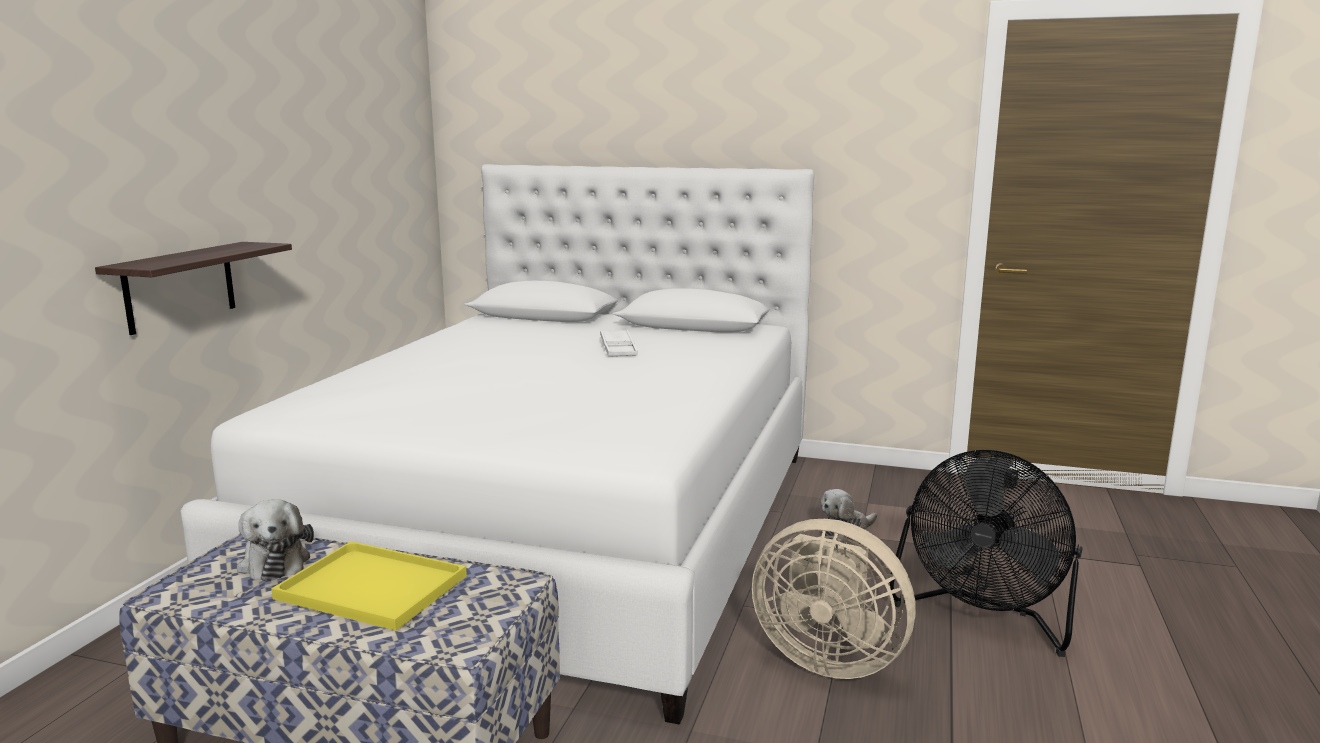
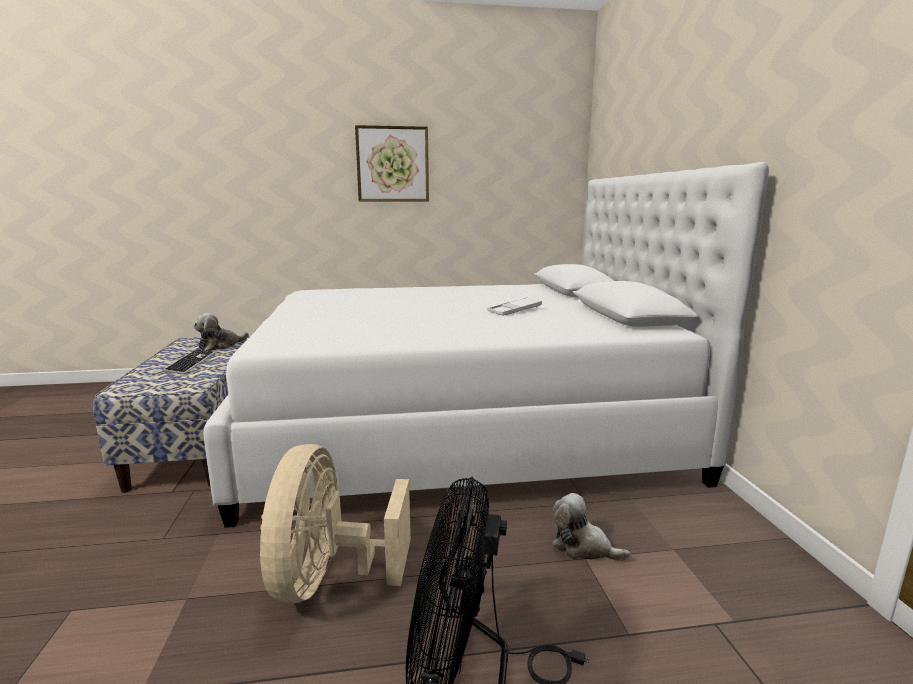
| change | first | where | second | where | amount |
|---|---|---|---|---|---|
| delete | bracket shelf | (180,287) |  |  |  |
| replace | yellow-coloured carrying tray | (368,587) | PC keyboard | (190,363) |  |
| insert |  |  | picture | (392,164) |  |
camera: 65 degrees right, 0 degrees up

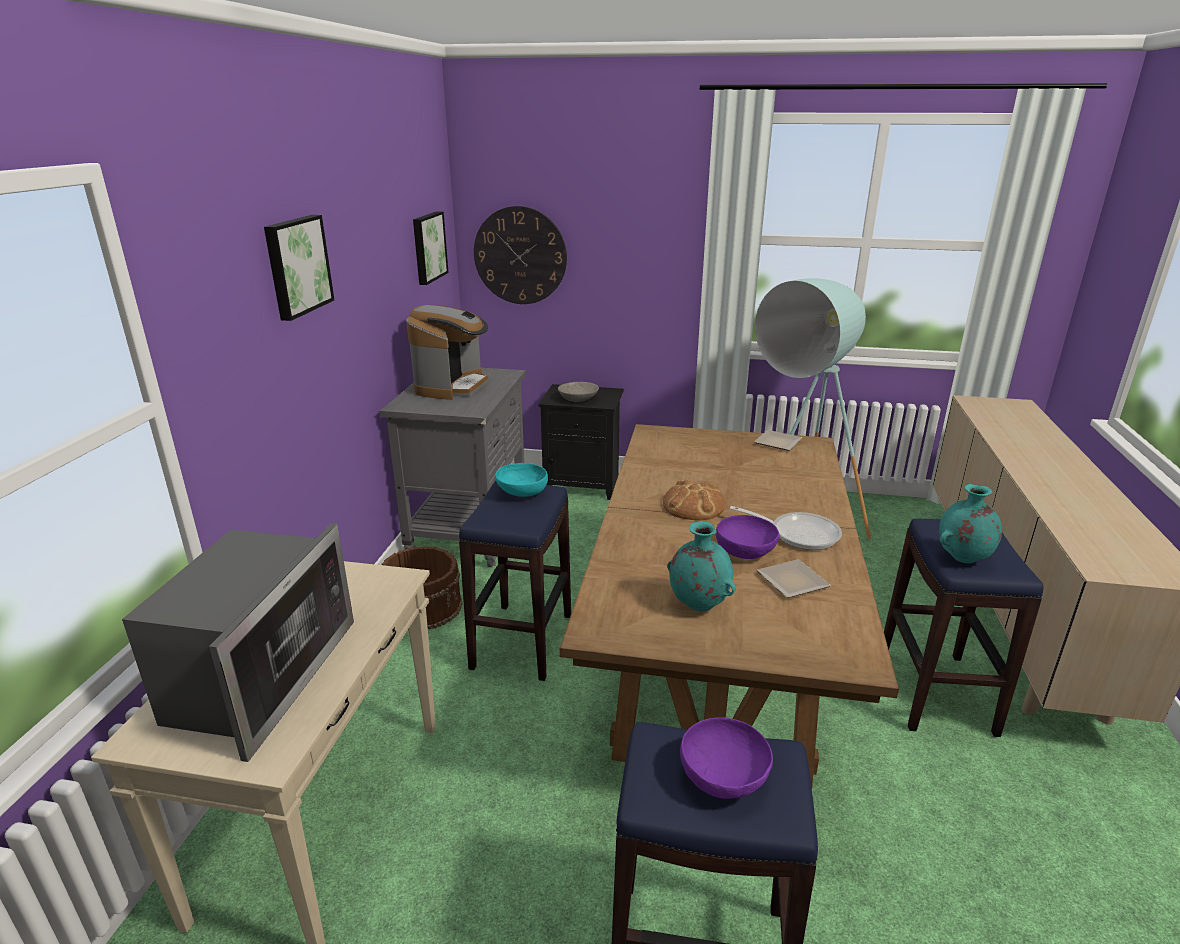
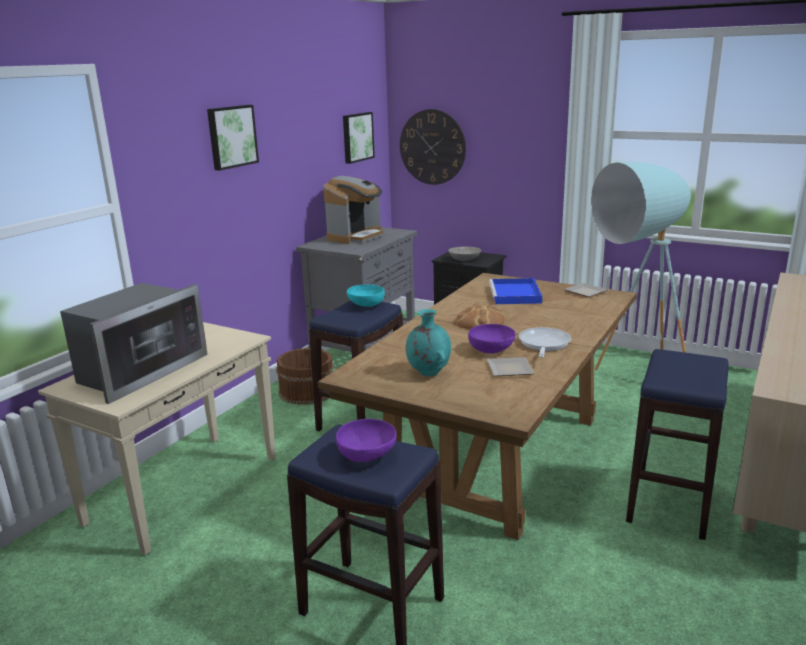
| change | first | where | second | where | amount |
|---|---|---|---|---|---|
| delete | turquoise decorative vase | (962,559) |  |  |  |
| rotate | frying pan | (798,534) |  | (543,345) | 120 degrees counterclockwise |
| insert |  |  | bluish carrying tray | (515,295) |  |
camera: 20 degrees right, 5 degrees down

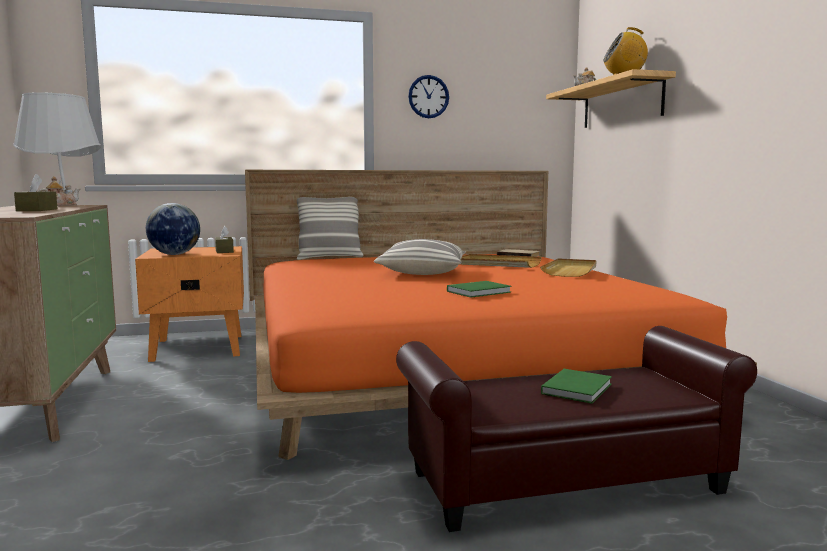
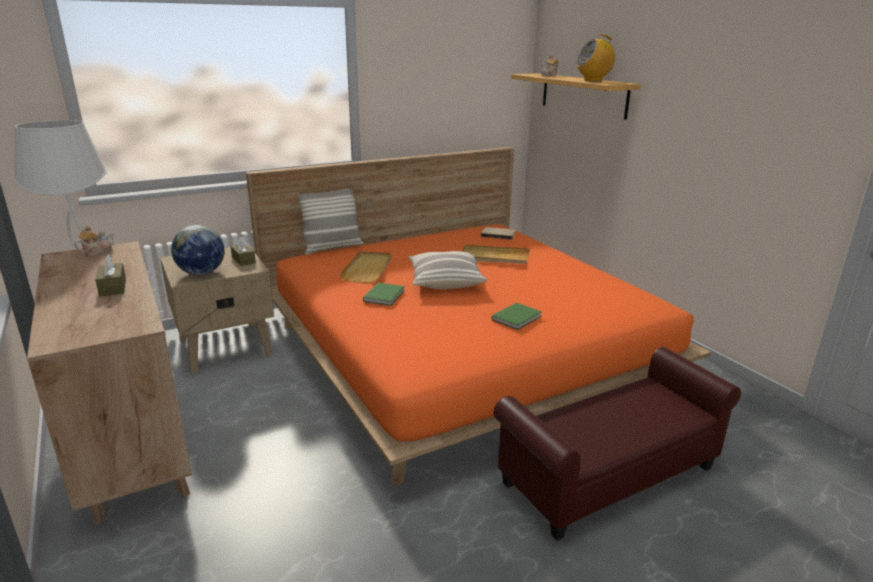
| change | first | where | second | where | amount |
|---|---|---|---|---|---|
| delete | hanging clock | (428,96) |  |  |  |
| recolor | orange night table | (199,347) | beige-coloured night table | (226,347) |  |
| move | beige-coloured carrying tray | (571,270) |  | (368,269) |  |
| move | green book | (578,388) |  | (385,295) |  |
camera: 15 degrees left, 15 degrees up

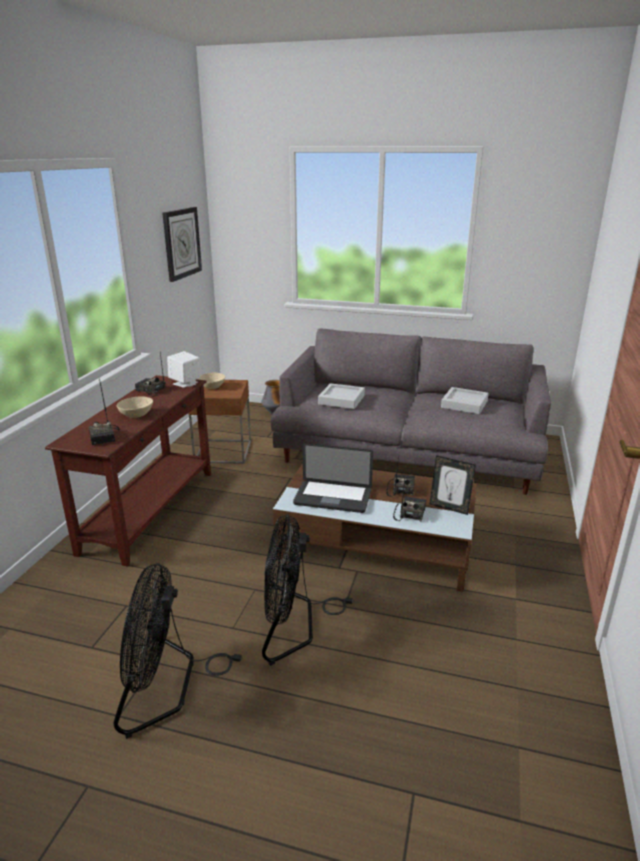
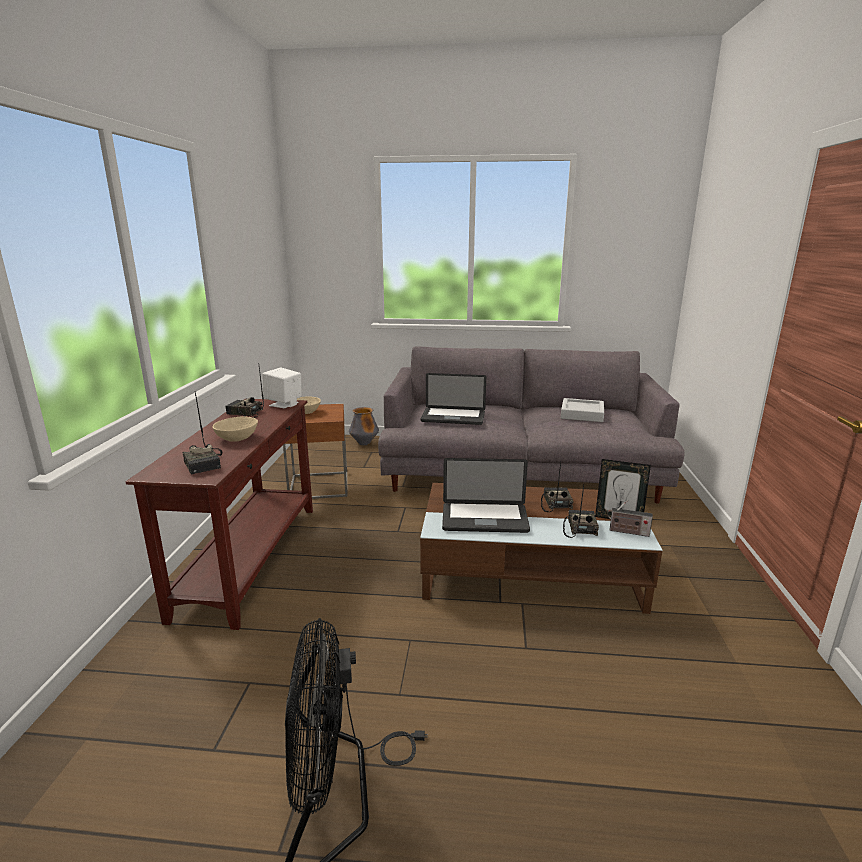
| change | first | where | second | where | amount |
|---|---|---|---|---|---|
| delete | hanging clock | (181,243) |  |  |  |
| replace | grey carrying tray | (341,400) | laptop | (453,417) |  |
| delete | black fan | (294,619) |  |  |  |
| insert |  |  | radio set | (627,532) |  |
camera: 10 degrees left, 5 degrees down

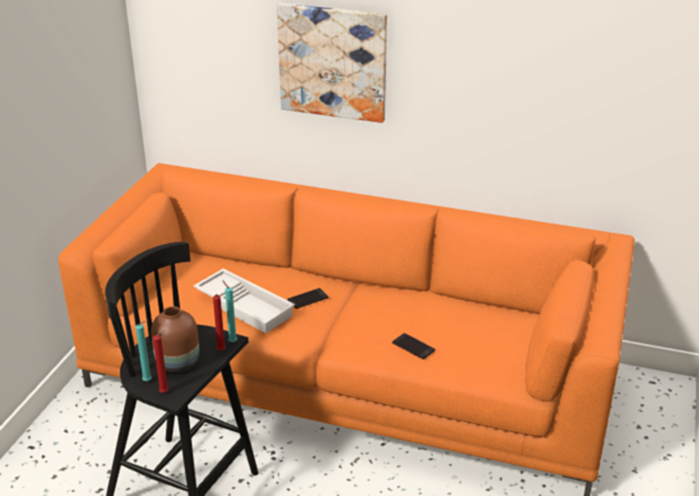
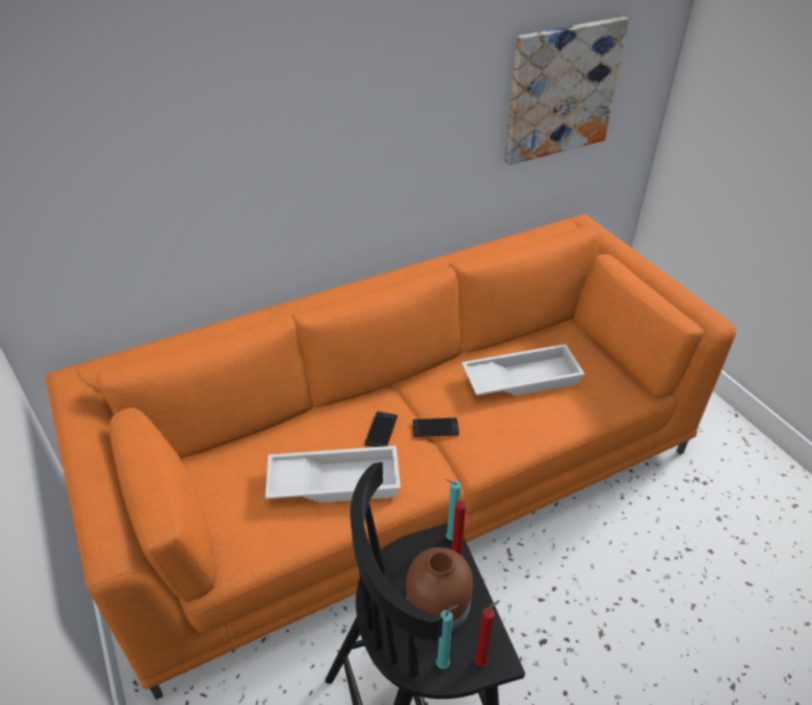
| change | first | where | second | where | amount |
|---|---|---|---|---|---|
| move | picture | (333,62) |  | (561,90) |  |
| move | phone | (413,346) |  | (435,428) |  |
| insert |  |  | whitish carrying tray | (521,377) |  |
camera: 45 degrees left, 10 degrees up

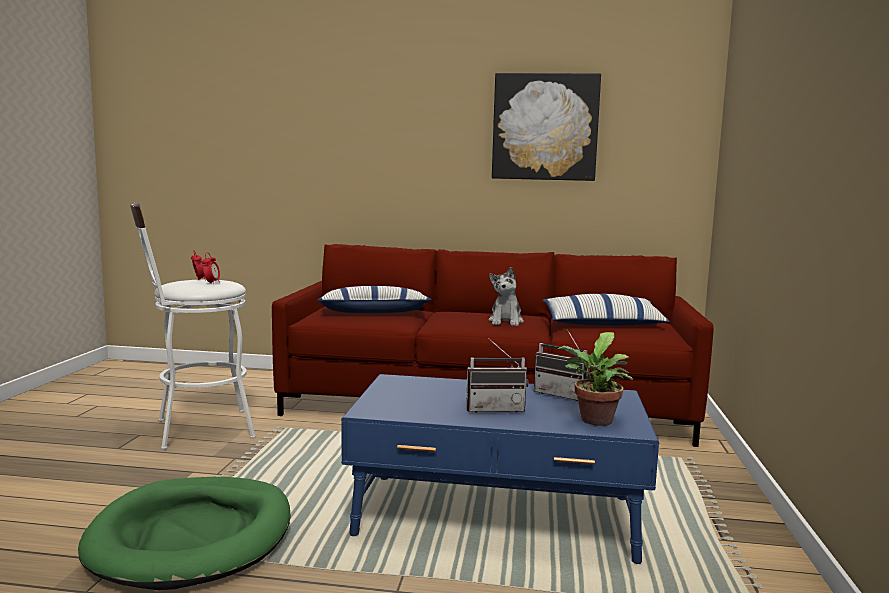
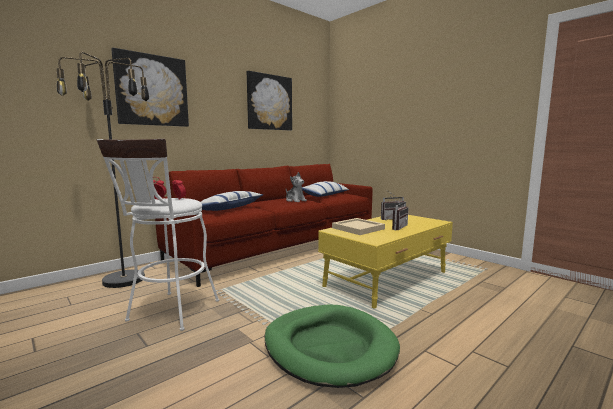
| change | first | where | second | where | amount |
|---|---|---|---|---|---|
| delete | houseplant | (594,421) |  |  |  |
| recolor | bluish lounge table | (497,516) | yellow-coloured lounge table | (387,279) |  |
| insert |  |  | picture | (152,90) |  |
| insert |  |  | standing lamp | (123,280) |  |
| insert |  |  | beige-coloured carrying tray | (358,228) |  |
camera: 50 degrees left, 0 degrees up

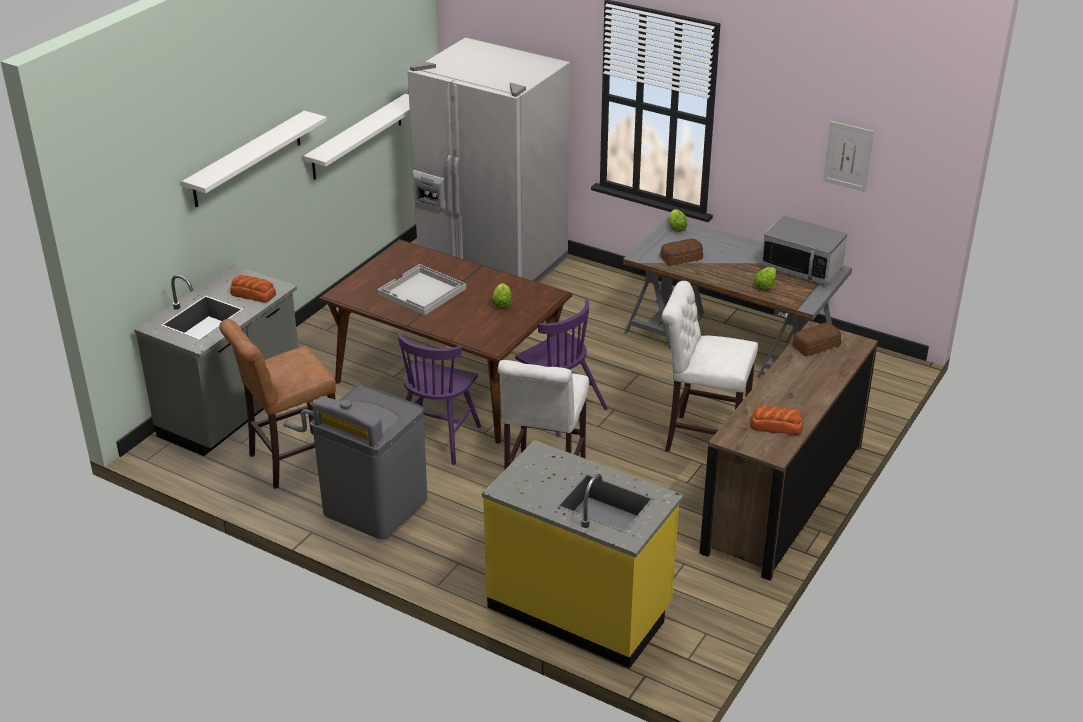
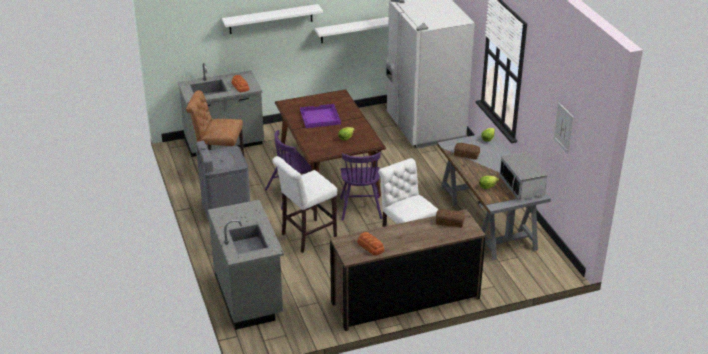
| change | first | where | second | where | amount |
|---|---|---|---|---|---|
| recolor | whitish carrying tray | (422,292) | purple-coloured carrying tray | (319,117) |  |
| recolor | yellow-coloured kitchen counter | (580,608) | grey kitchen counter | (249,295) |  |
camera: 40 degrees right, 0 degrees up

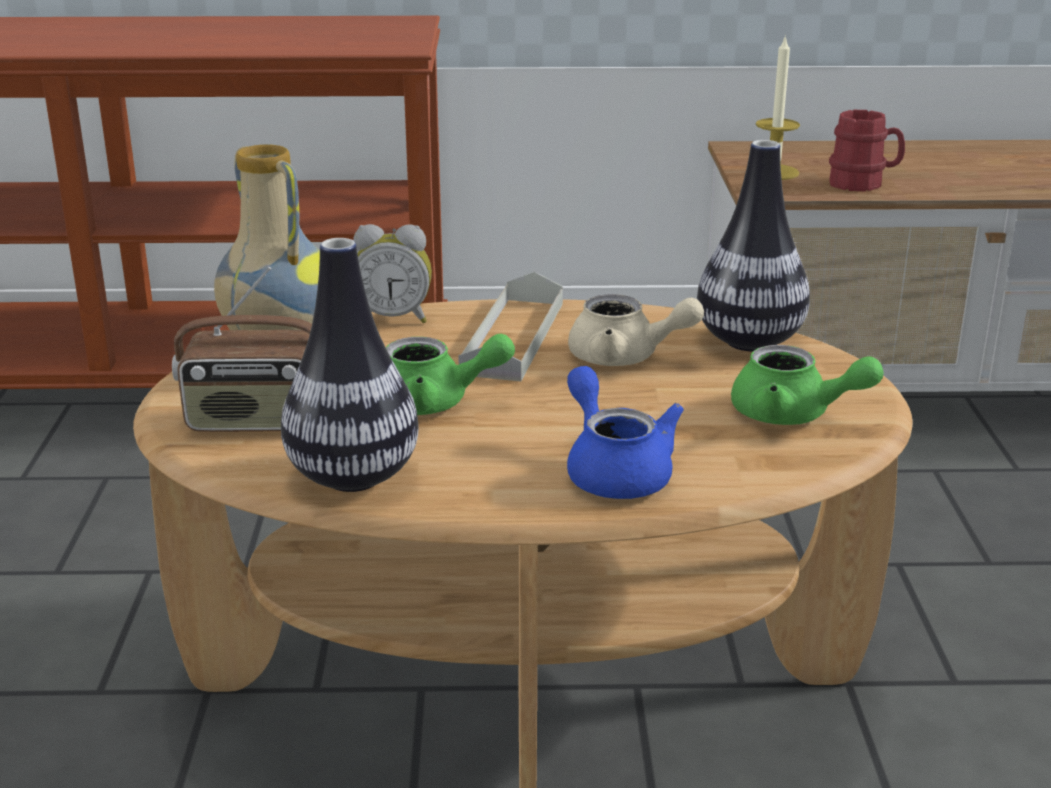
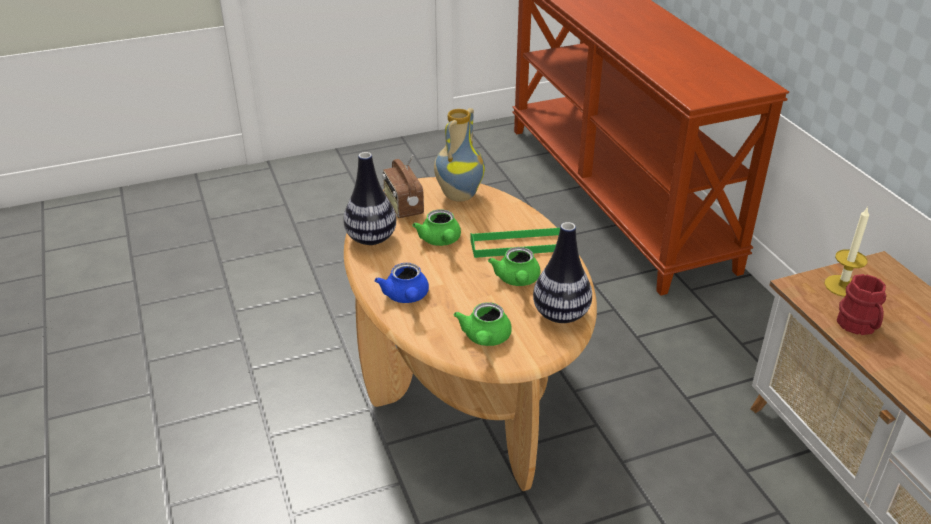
| change | first | where | second | where | amount |
|---|---|---|---|---|---|
| delete | table clock | (394,318) |  |  |  |
| recolor | grey carrying tray | (513,337) | green carrying tray | (518,245) |  |
| recolor | beige-coloured teapot | (625,357) | green teapot | (517,280) |  |
| rotate | bluish teapot | (614,470) |  | (406,297) | 120 degrees clockwise |
camera: 70 degrees right, 10 degrees up

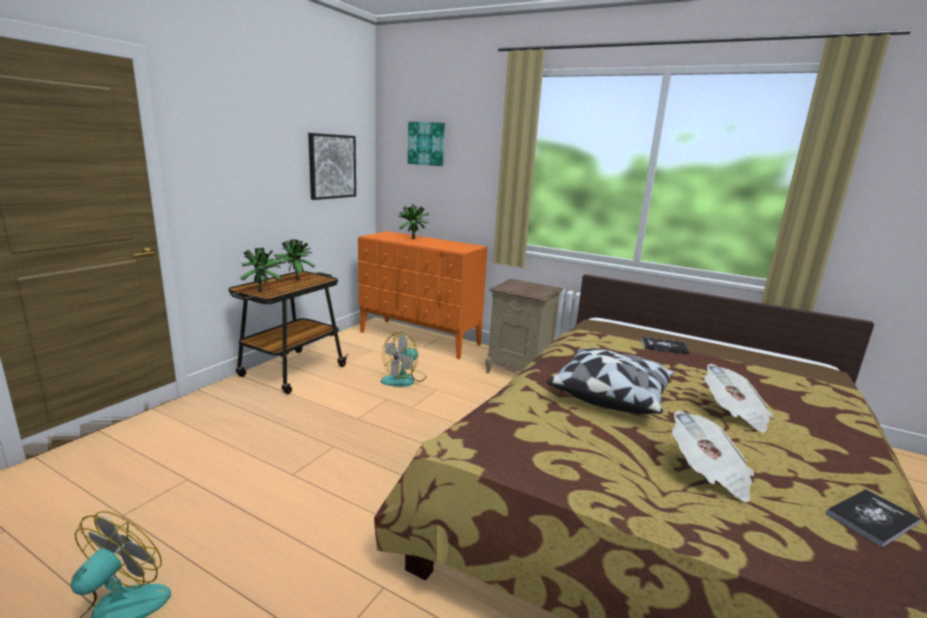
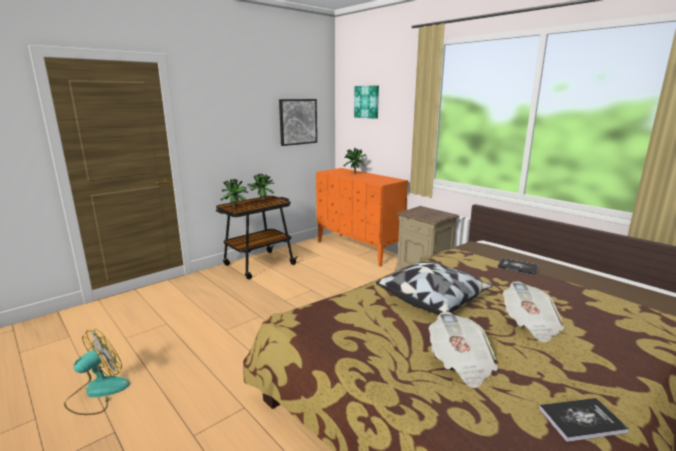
| change | first | where | second | where | amount |
|---|---|---|---|---|---|
| delete | fan | (404,379) |  |  |  |
camera: 20 degrees right, 0 degrees up

